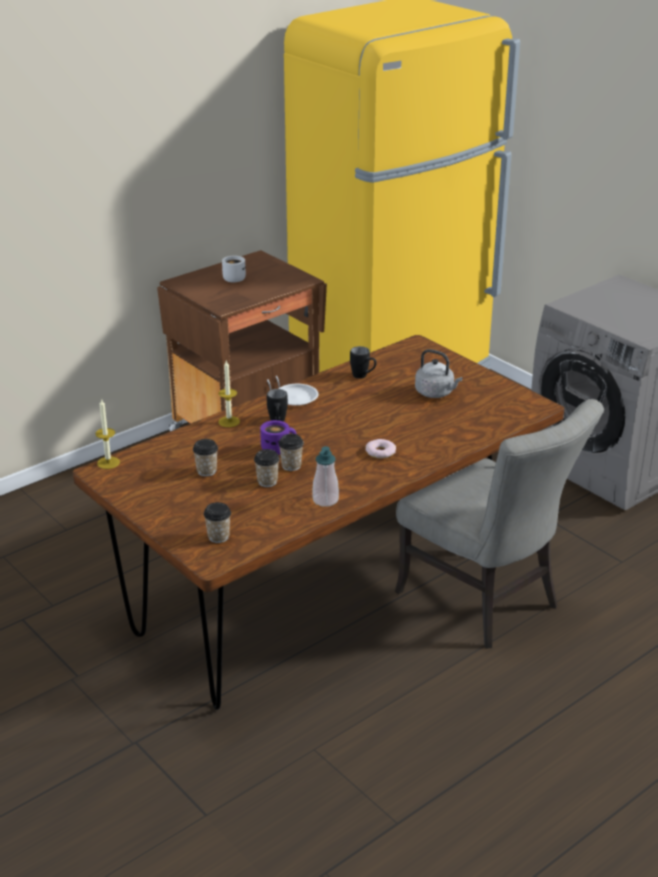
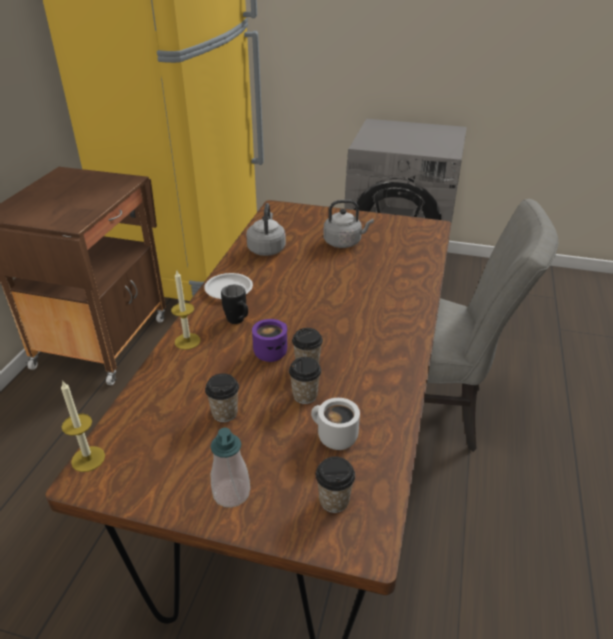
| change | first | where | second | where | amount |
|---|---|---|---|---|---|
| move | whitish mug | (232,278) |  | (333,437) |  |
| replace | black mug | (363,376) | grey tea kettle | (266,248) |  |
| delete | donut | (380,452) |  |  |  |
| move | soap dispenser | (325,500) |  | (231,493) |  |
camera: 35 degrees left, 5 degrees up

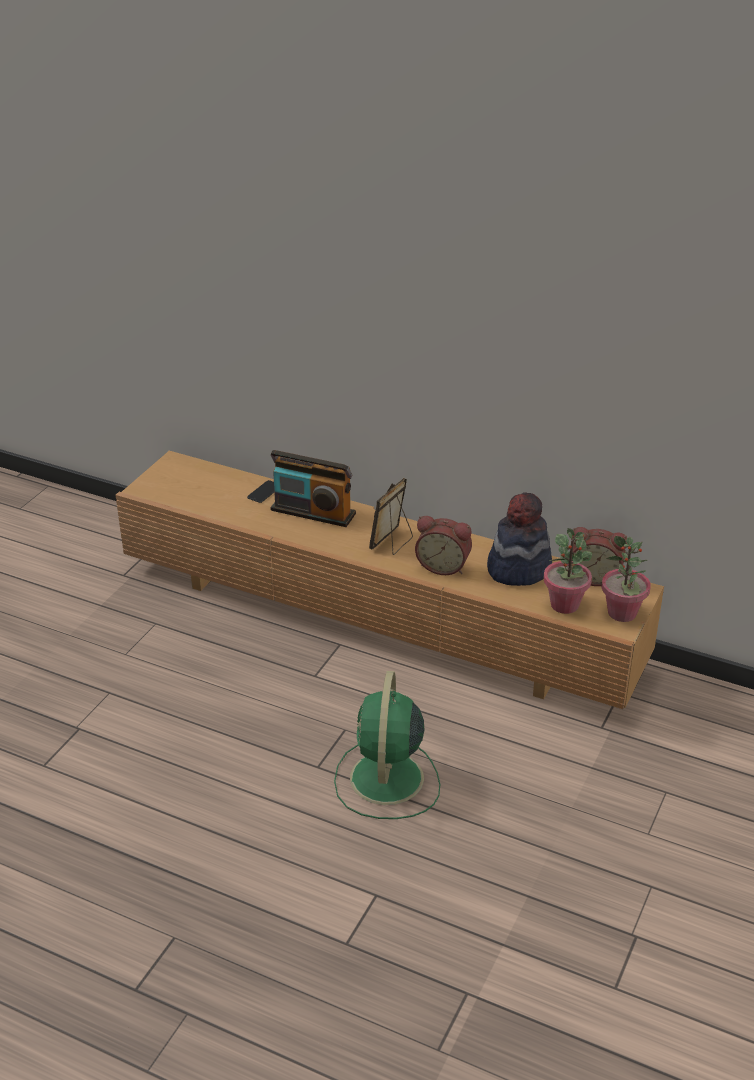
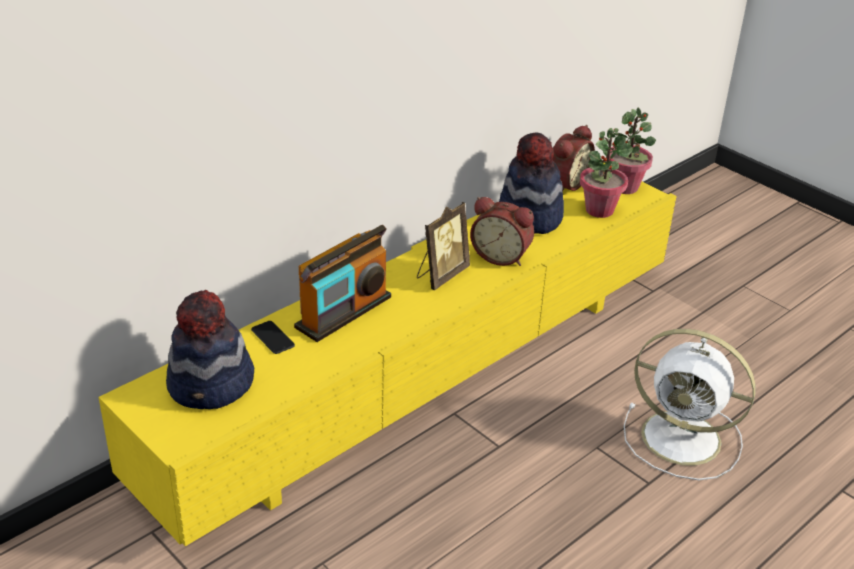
| change | first | where | second | where | amount |
|---|---|---|---|---|---|
| recolor | brownish tv stand | (377,616) | yellow-coloured tv stand | (422,373) |  |
| rotate | standing frame | (392,543) |  | (441,275) | 105 degrees counterclockwise |
| rotate | table clock | (443,566) |  | (501,256) | 75 degrees clockwise |
| recolor | green fan | (386,780) | whitish fan | (684,439) |  |
| insert |  |  | hat | (212,385) |  |
camera: 70 degrees left, 0 degrees up

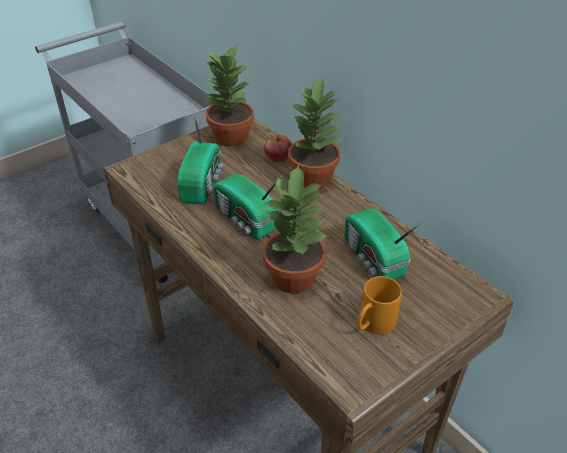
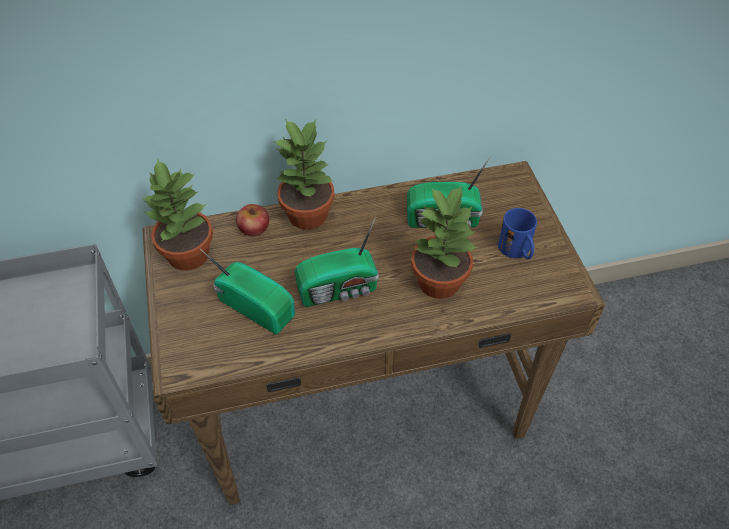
| change | first | where | second | where | amount |
|---|---|---|---|---|---|
| recolor | orange mug | (373,325) | bluish mug | (517,251) |  |
camera: 65 degrees left, 10 degrees up

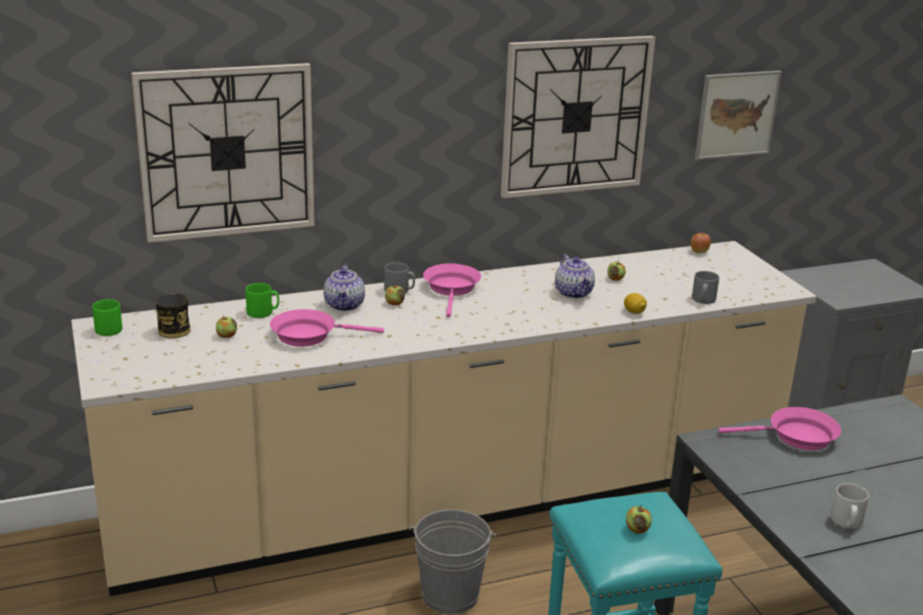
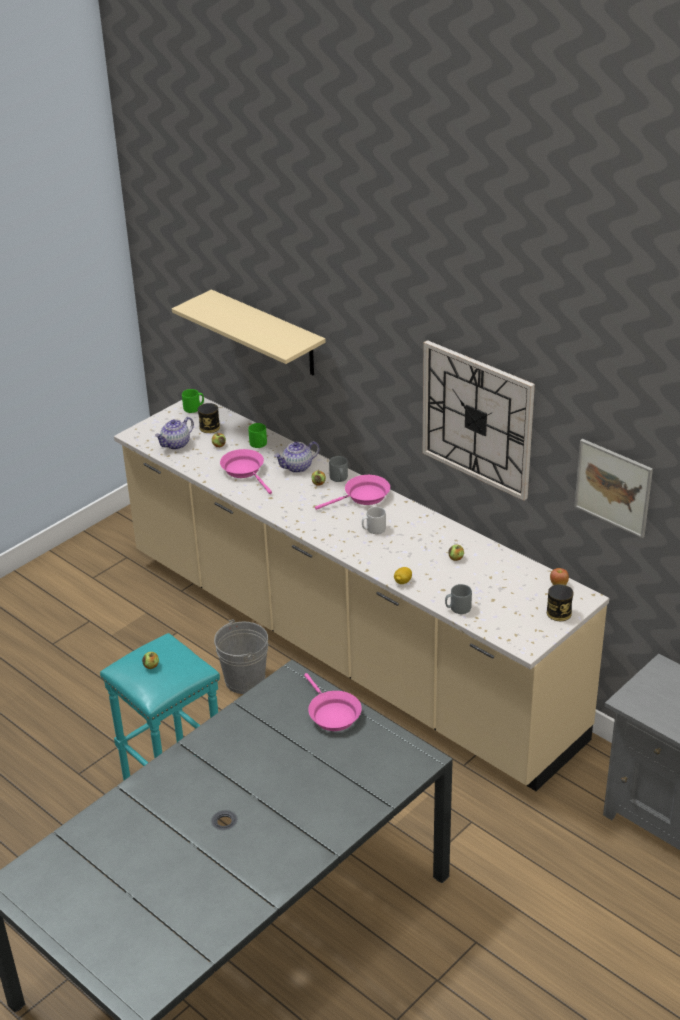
| change | first | where | second | where | amount |
|---|---|---|---|---|---|
| replace | hanging clock | (227,152) | beige-coloured bracket shelf | (268,333) |  |
| move | teapot | (574,293) |  | (176,444) |  |
| move | grey mug | (847,522) |  | (373,529) |  |
| insert |  |  | sealed can | (559,613) |  |
camera: 65 degrees right, 10 degrees up

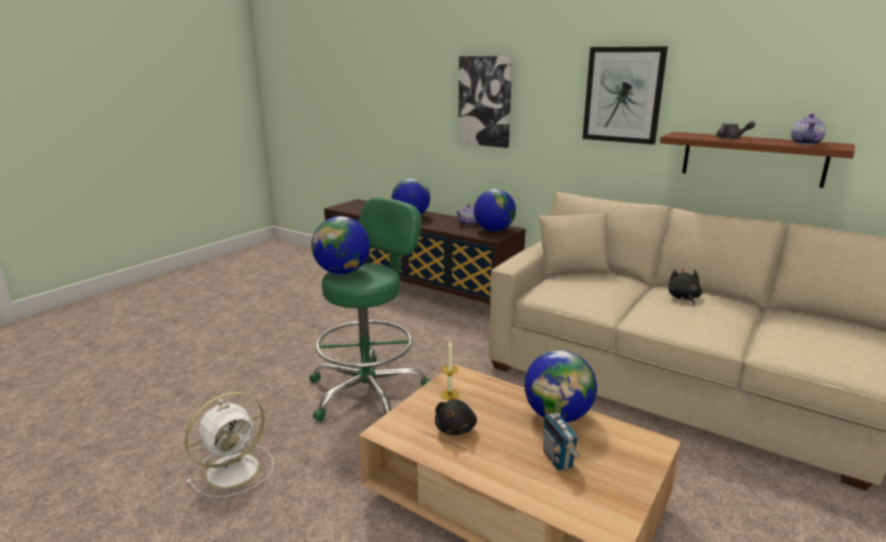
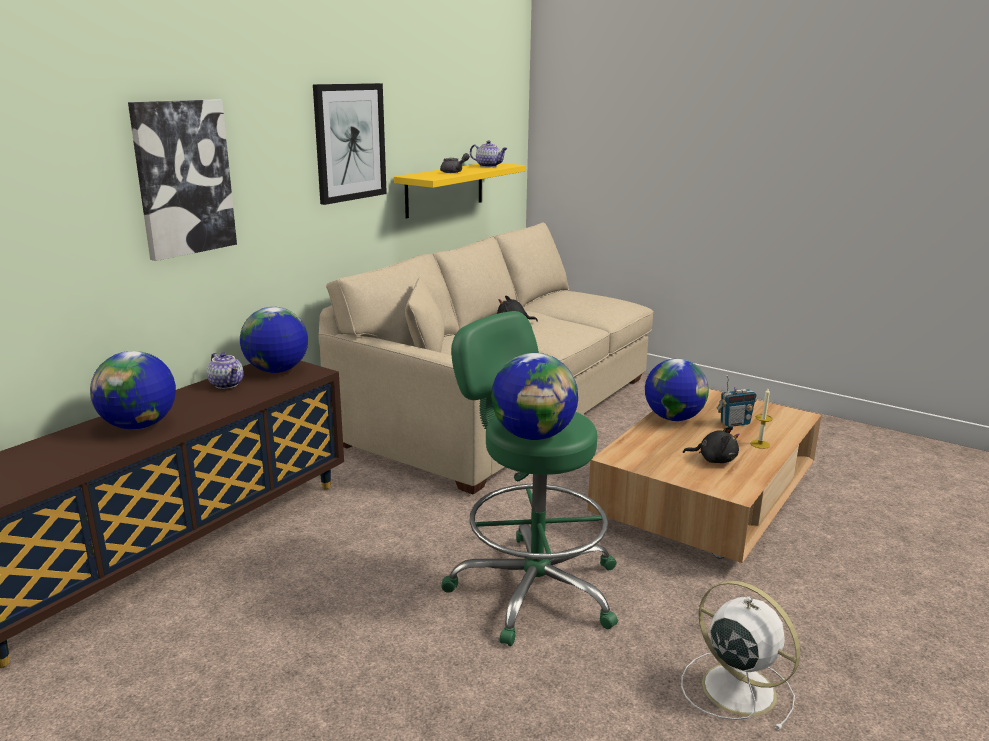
| change | first | where | second | where | amount |
|---|---|---|---|---|---|
| recolor | brownish bracket shelf | (752,158) | yellow-coloured bracket shelf | (444,189) |  |
| move | wax light | (449,394) |  | (760,444) |  |
camera: 90 degrees left, 0 degrees up

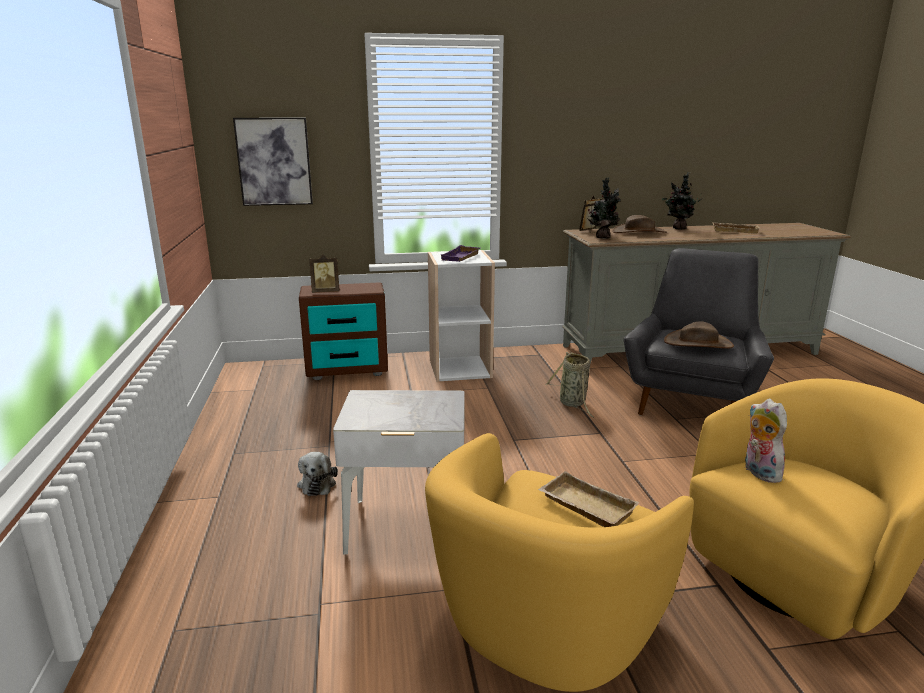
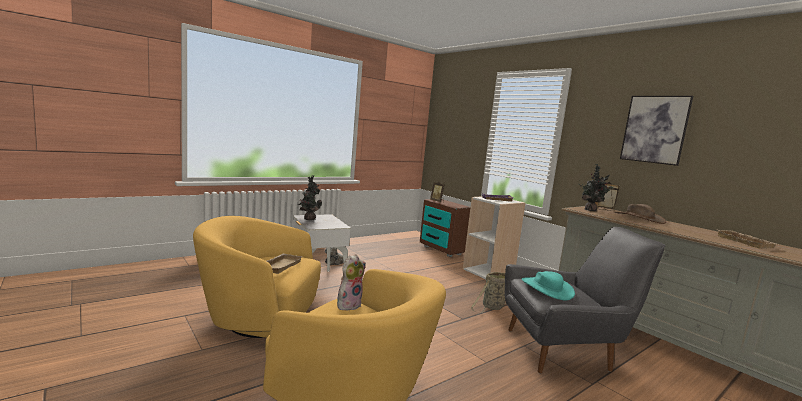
| change | first | where | second | where | amount |
|---|---|---|---|---|---|
| move | picture | (274,162) |  | (654,129) |  |
| move | houseplant | (678,228) |  | (308,219) |  |
| recolor | brownish hat | (698,343) | turquoise hat | (547,288) |  |
camera: 60 degrees right, 10 degrees down

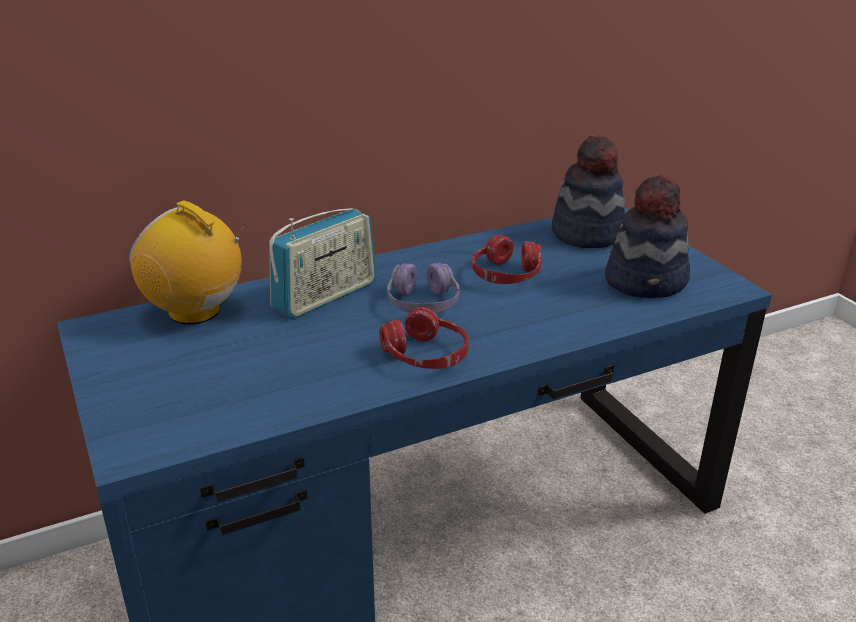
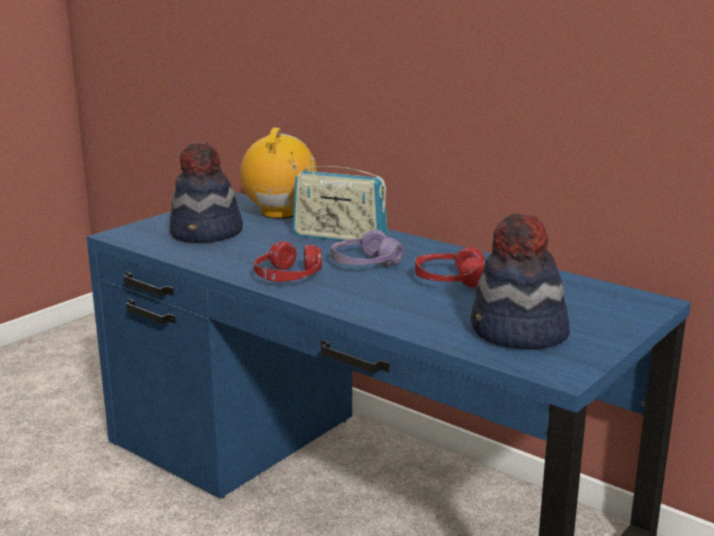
| change | first | where | second | where | amount |
|---|---|---|---|---|---|
| move | hat | (588,233) |  | (207,234) |  |
camera: 65 degrees right, 10 degrees down

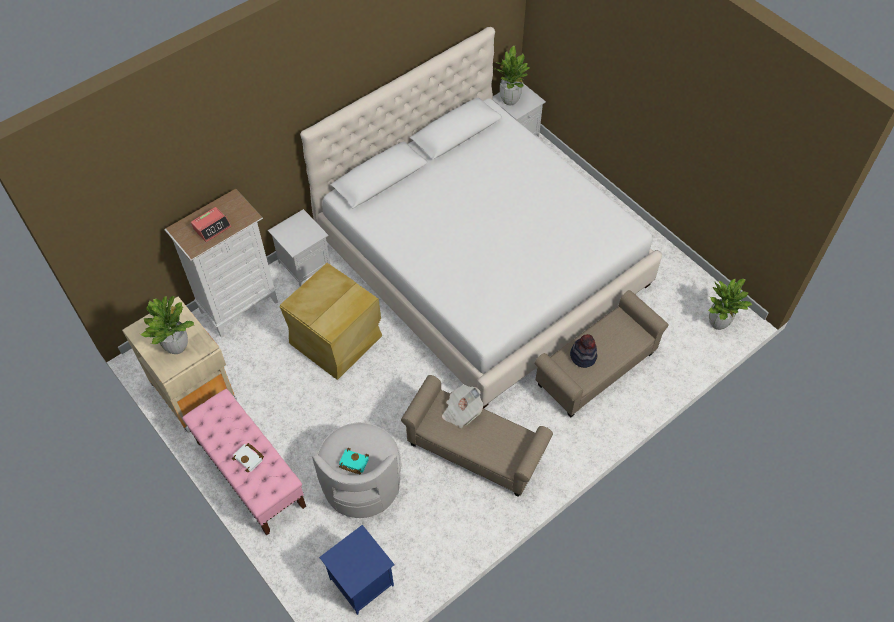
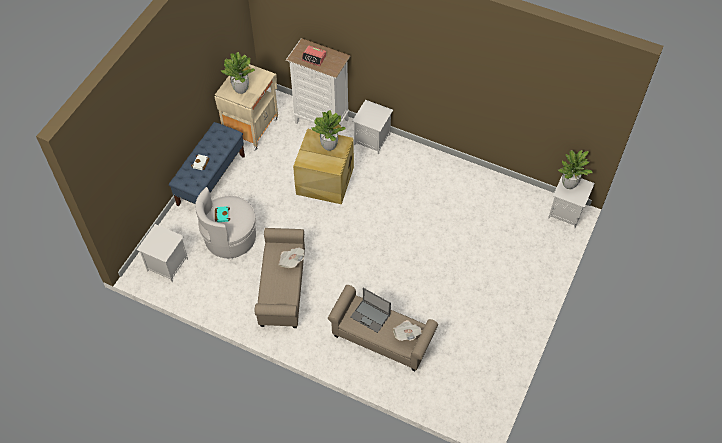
| change | first | where | second | where | amount |
|---|---|---|---|---|---|
| delete | whitish sleeping bed | (481,260) |  |  |  |
| move | houseplant | (718,323) |  | (329,146) |  |
| replace | hat | (583,356) | laptop | (370,316) |  |
| recolor | pink-coloured long seat | (250,474) | bluish long seat | (211,180) |  |
| recolor | bluish night table | (361,584) | grey night table | (166,265) |  |
| insert |  |  | newspaper | (406,334) |  |
camera: 65 degrees right, 0 degrees up

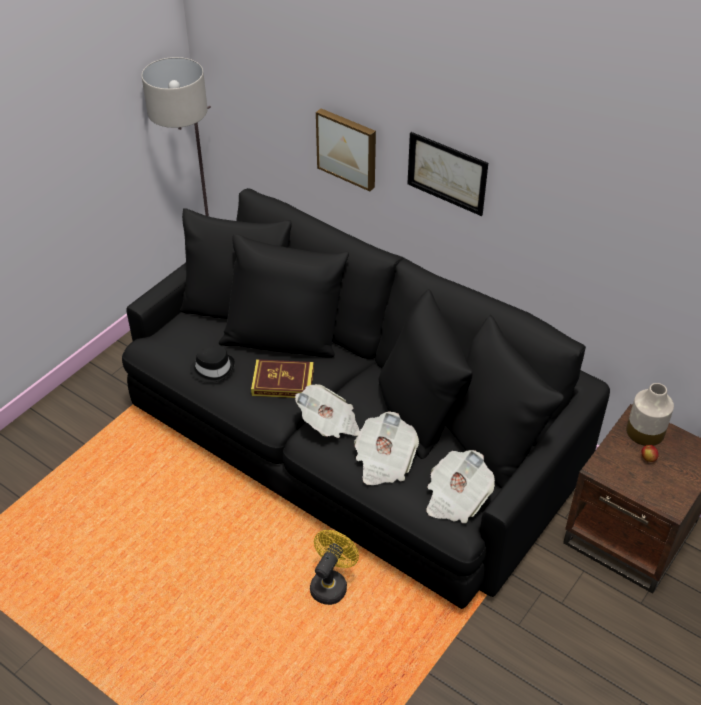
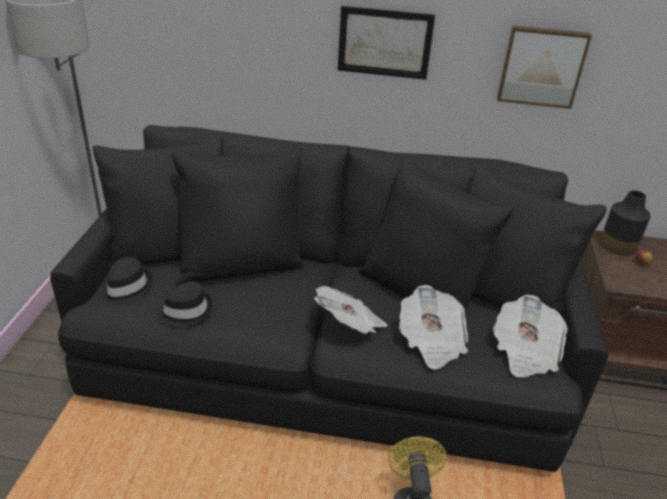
| change | first | where | second | where | amount |
|---|---|---|---|---|---|
| move | picture | (348,148) |  | (541,66) |  |
| delete | book | (283,382) |  |  |  |
| recolor | beige-coloured decorative vase | (645,431) | black decorative vase | (617,244) |  |
| insert |  |  | black hat | (126,288) |  |
camera: 30 degrees left, 10 degrees down

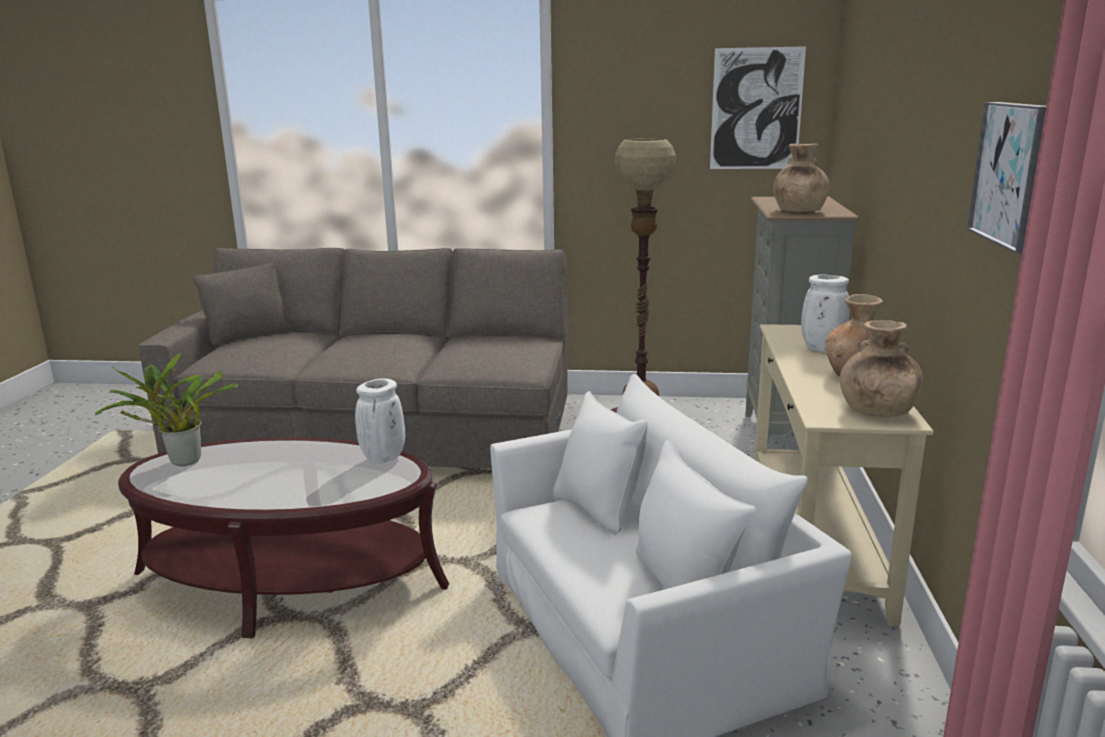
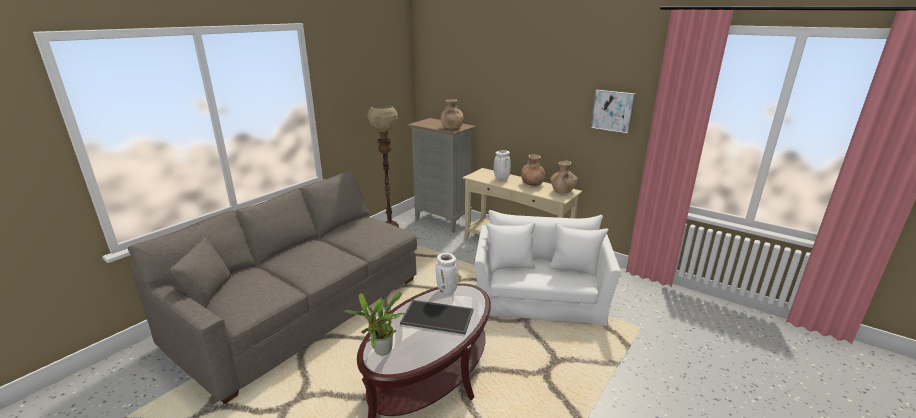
| change | first | where | second | where | amount |
|---|---|---|---|---|---|
| delete | picture | (756,109) |  |  |  |
| insert |  |  | carrying tray | (438,316) |  |
camera: 60 degrees left, 5 degrees up

